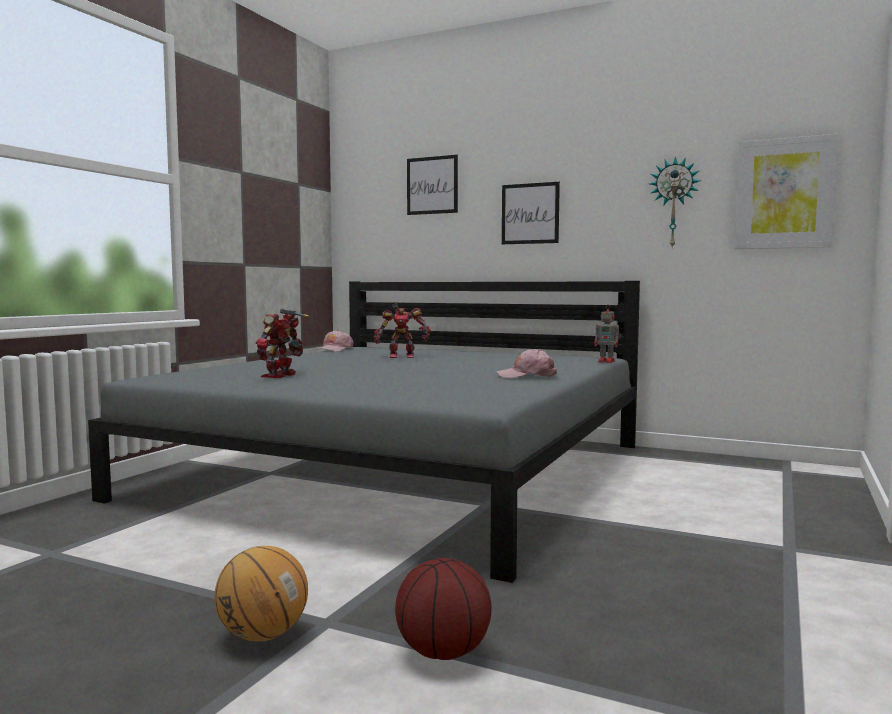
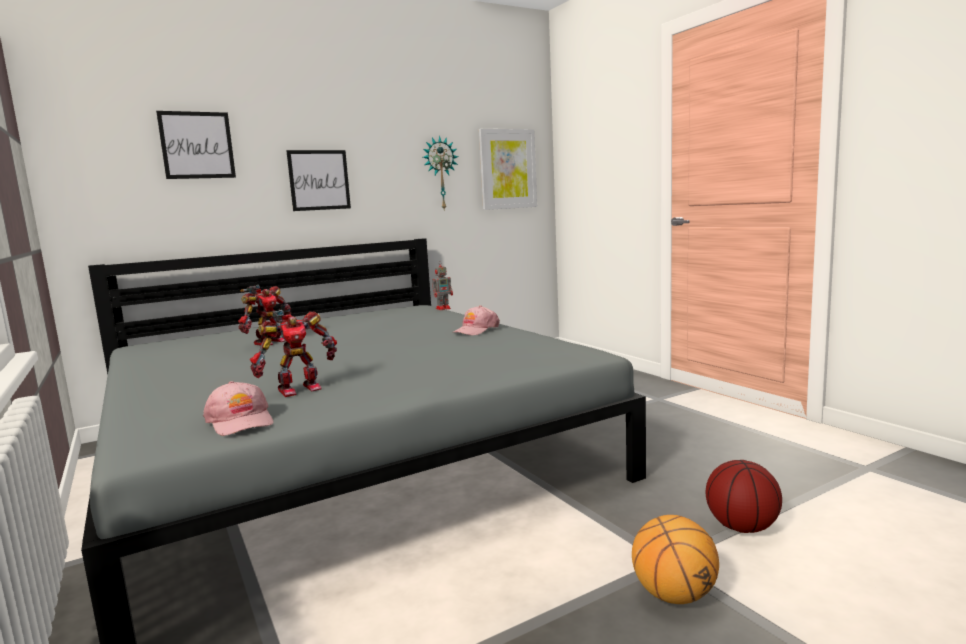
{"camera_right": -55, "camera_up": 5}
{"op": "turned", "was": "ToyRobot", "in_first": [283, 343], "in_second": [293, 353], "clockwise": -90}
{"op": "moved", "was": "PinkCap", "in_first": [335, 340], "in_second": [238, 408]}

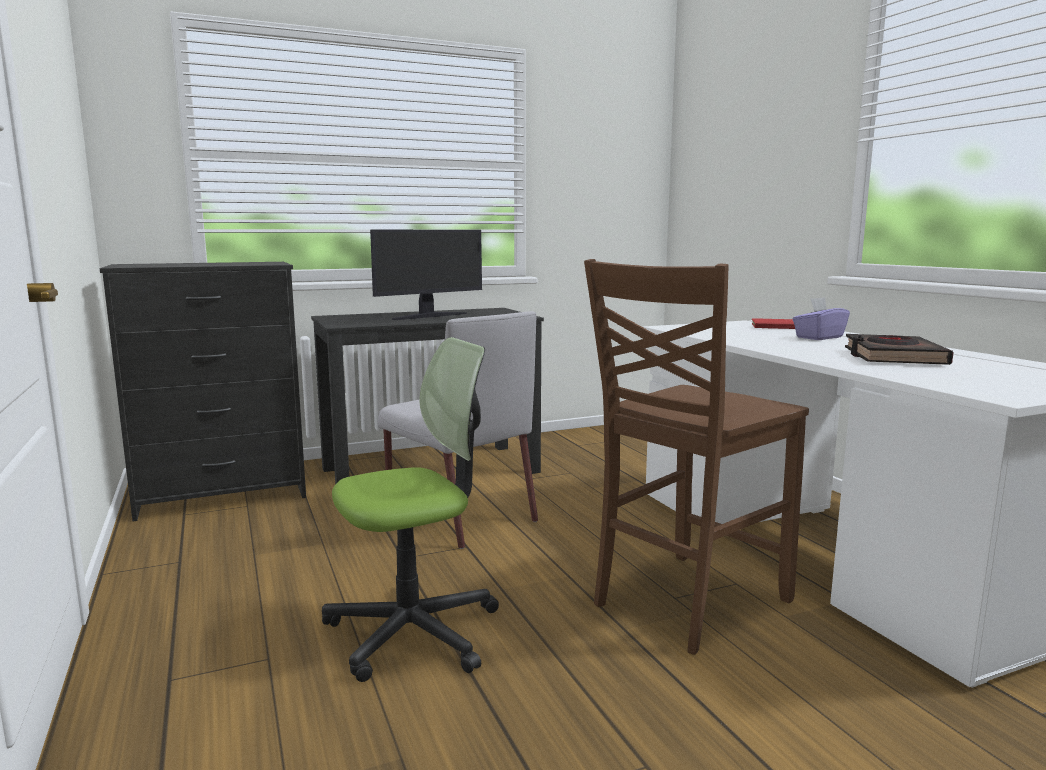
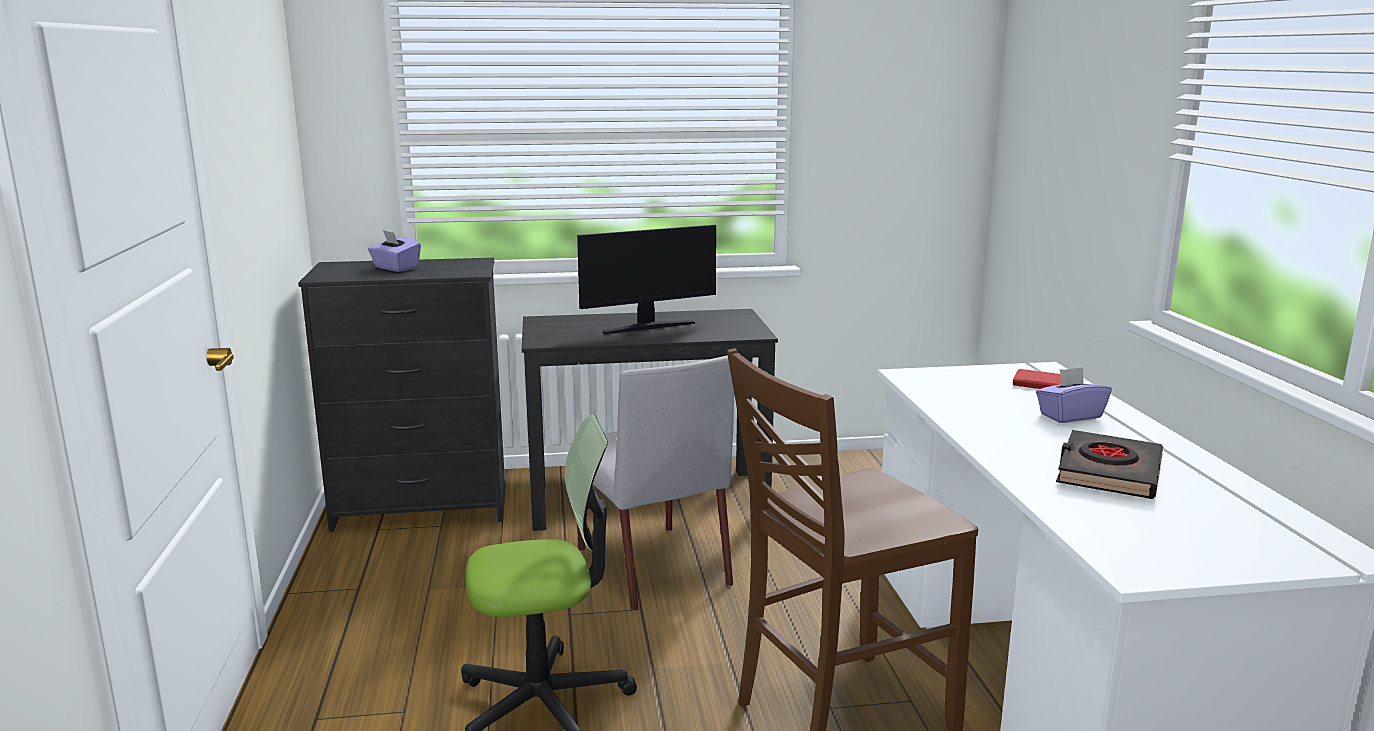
{"camera_right": 15, "camera_up": 5}
{"op": "added", "now": "PurpleTissueBox", "in_second": [394, 251]}

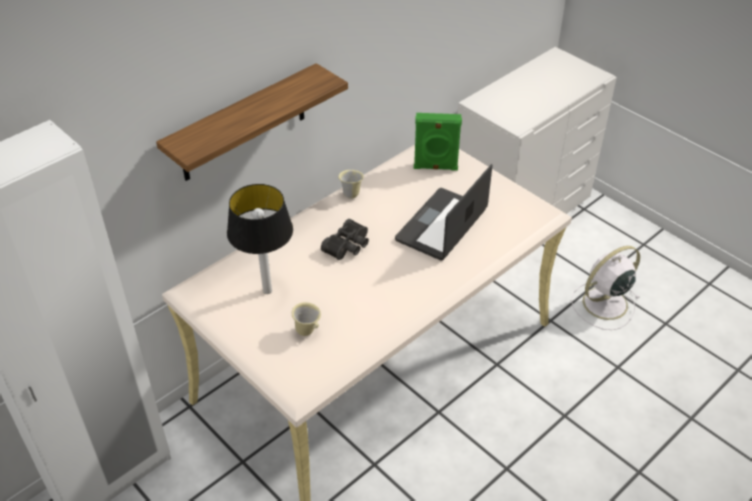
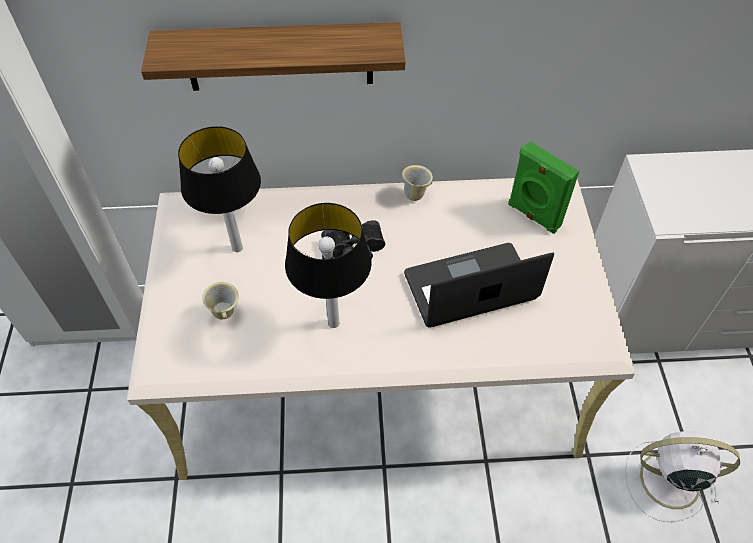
{"camera_right": 40, "camera_up": 10}
{"op": "added", "now": "TableLamp", "in_second": [328, 265]}

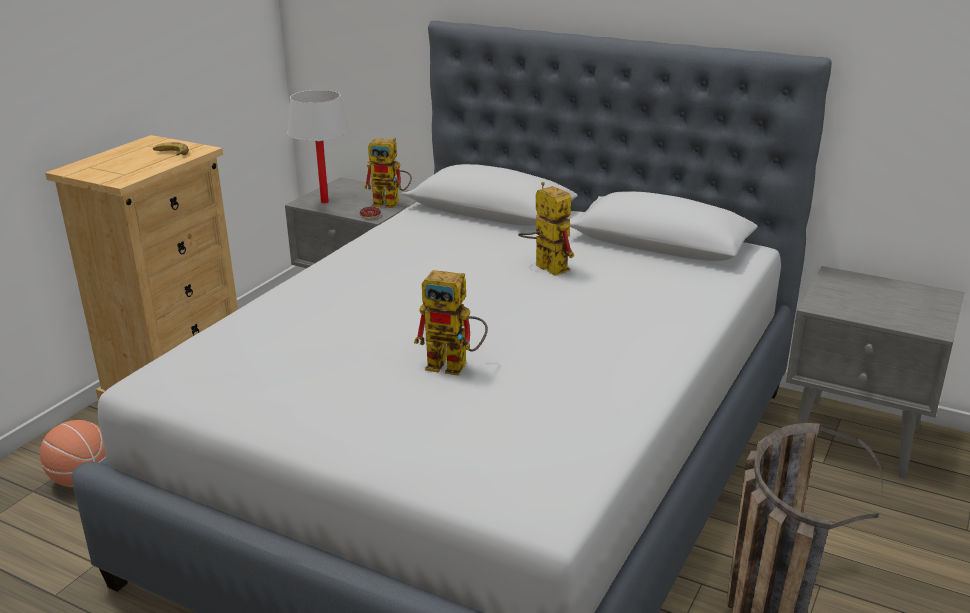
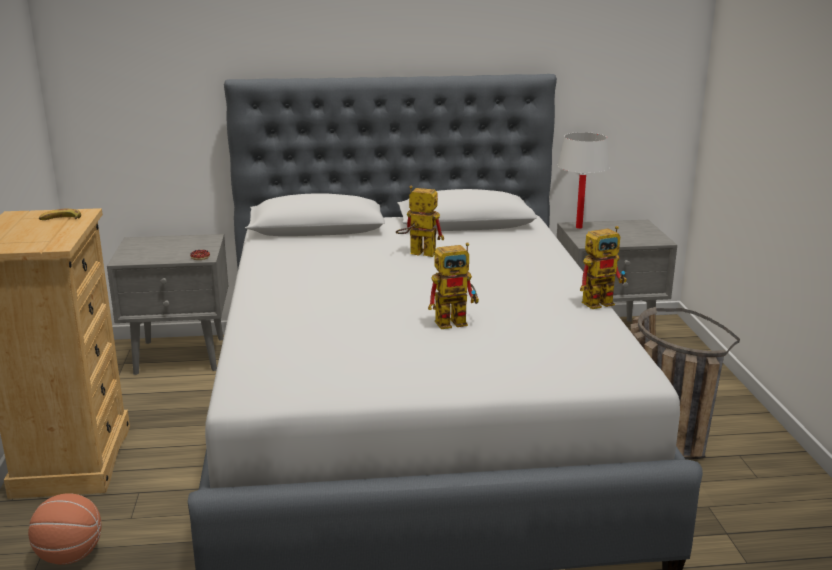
{"camera_right": -35, "camera_up": -5}
{"op": "moved", "was": "WhiteTableLamp", "in_first": [318, 147], "in_second": [583, 180]}
{"op": "moved", "was": "ToyRobot", "in_first": [388, 173], "in_second": [603, 267]}

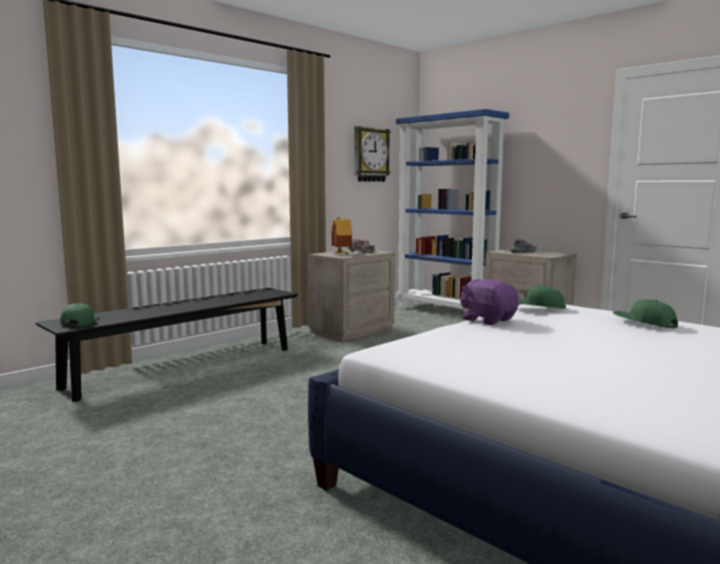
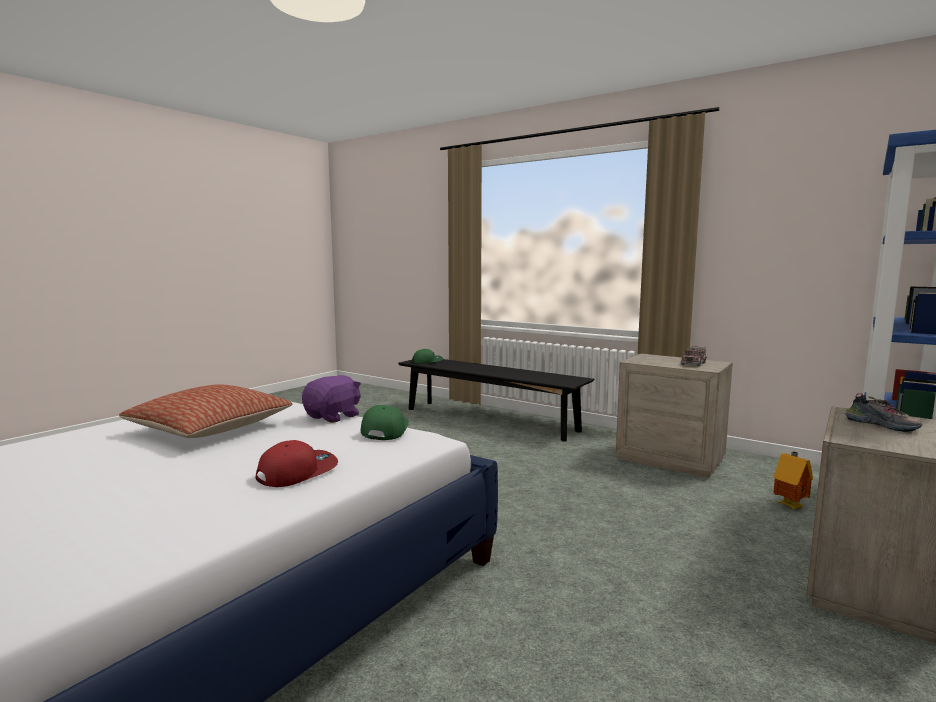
{"camera_right": 80, "camera_up": 0}
{"op": "removed", "was": "WallClock", "in_first": [372, 154]}
{"op": "moved", "was": "ToyHouse", "in_first": [341, 235], "in_second": [793, 480]}
{"op": "recoloured", "was": "GreenCap", "now": "RedCap", "in_first": [645, 313], "in_second": [296, 463]}
{"op": "added", "now": "Pillow", "in_second": [205, 411]}

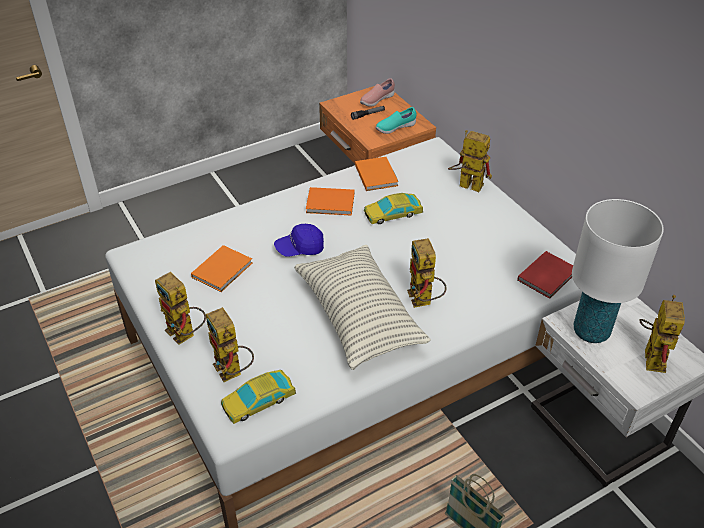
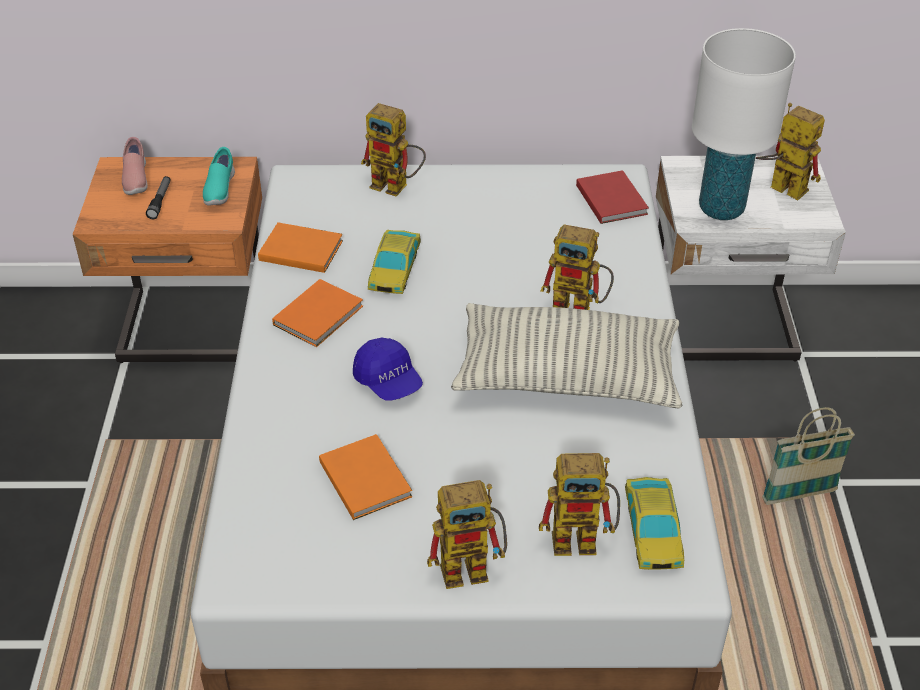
{"camera_right": -60, "camera_up": 0}
{"op": "turned", "was": "ToyRobot", "in_first": [470, 161], "in_second": [393, 150], "clockwise": -120}
{"op": "turned", "was": "BlueCap", "in_first": [299, 240], "in_second": [388, 369], "clockwise": -45}

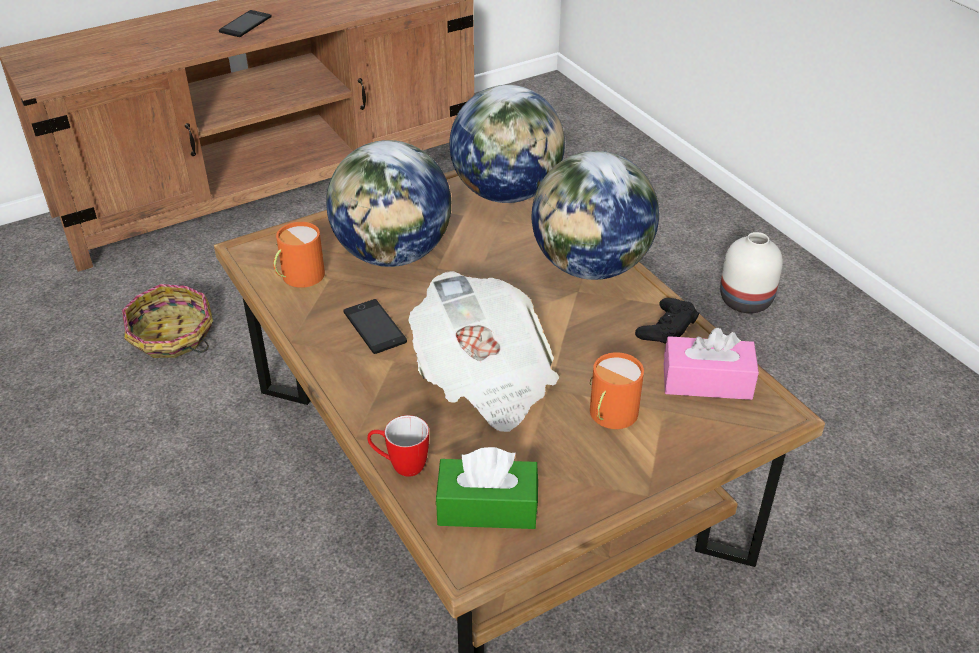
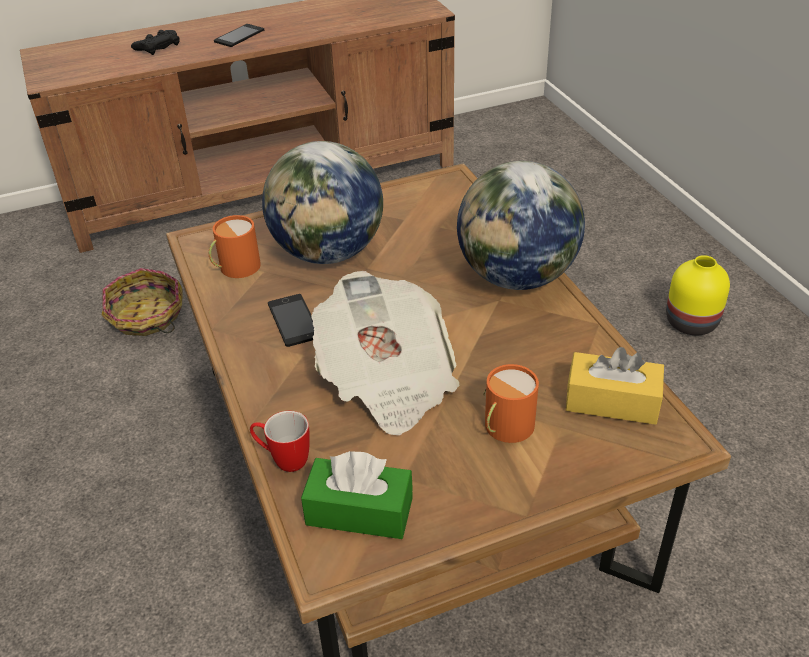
{"camera_right": 10, "camera_up": 0}
{"op": "removed", "was": "Globe", "in_first": [507, 144]}
{"op": "recoloured", "was": "WhiteVase", "now": "YellowVase", "in_first": [751, 272], "in_second": [698, 295]}
{"op": "moved", "was": "BlackGameController", "in_first": [667, 321], "in_second": [155, 42]}
{"op": "recoloured", "was": "PinkTissueBox", "now": "YellowTissueBox", "in_first": [711, 364], "in_second": [615, 386]}

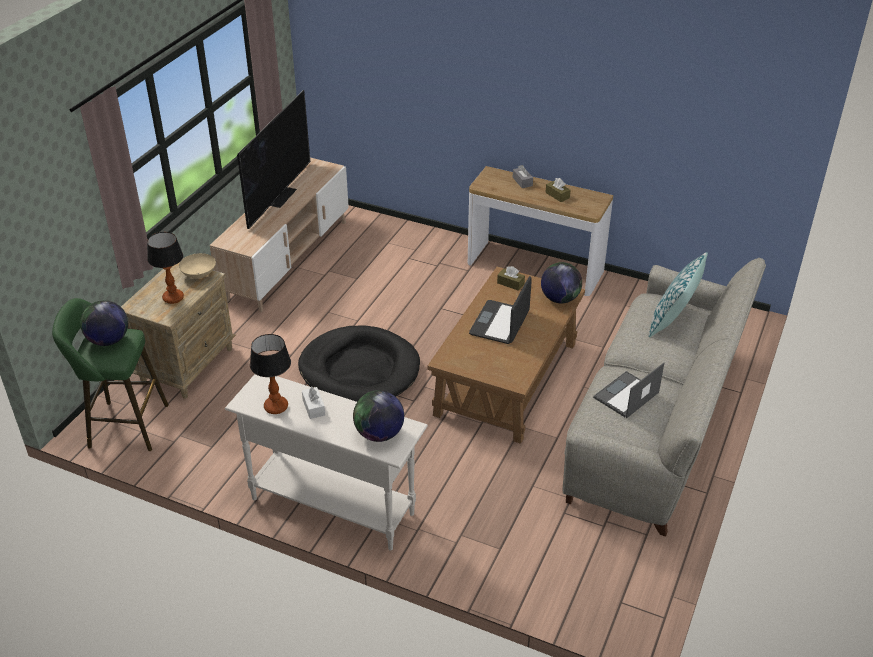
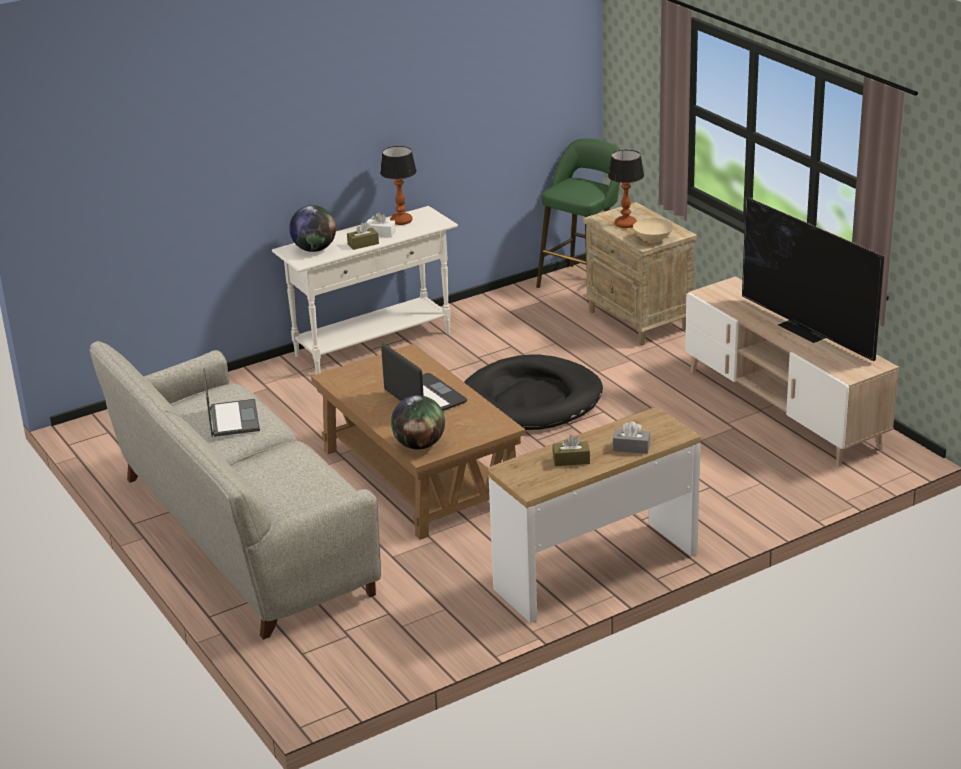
{"camera_right": 125, "camera_up": -10}
{"op": "removed", "was": "Pillow", "in_first": [678, 294]}
{"op": "moved", "was": "BrownTissueBox", "in_first": [511, 278], "in_second": [363, 236]}
{"op": "removed", "was": "Globe", "in_first": [104, 323]}

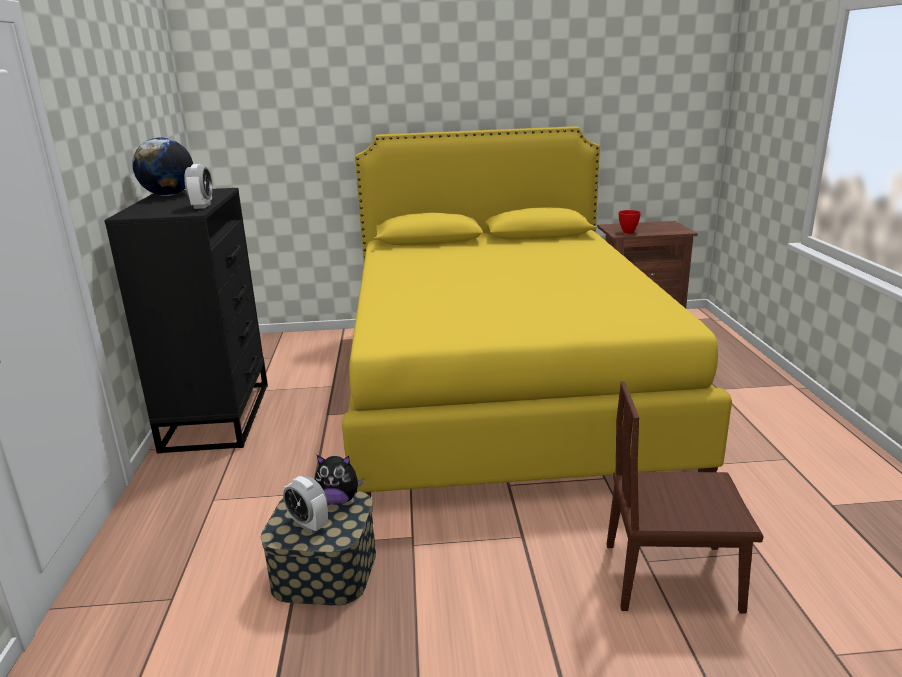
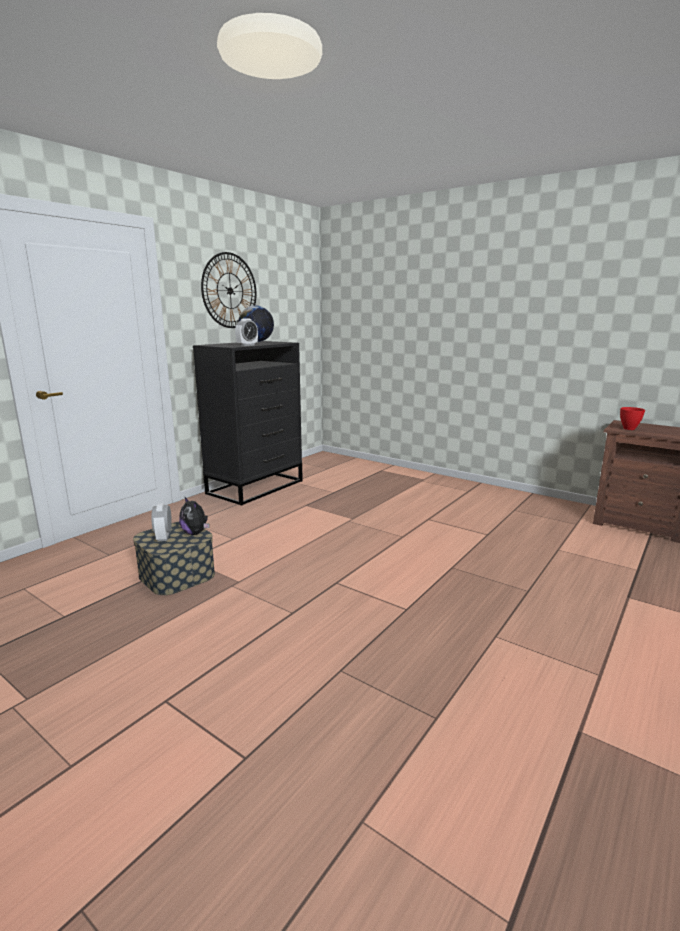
{"camera_right": 40, "camera_up": -5}
{"op": "removed", "was": "YellowBed", "in_first": [537, 311]}
{"op": "removed", "was": "BrownChair", "in_first": [685, 497]}
{"op": "added", "now": "WallClock", "in_second": [229, 290]}

